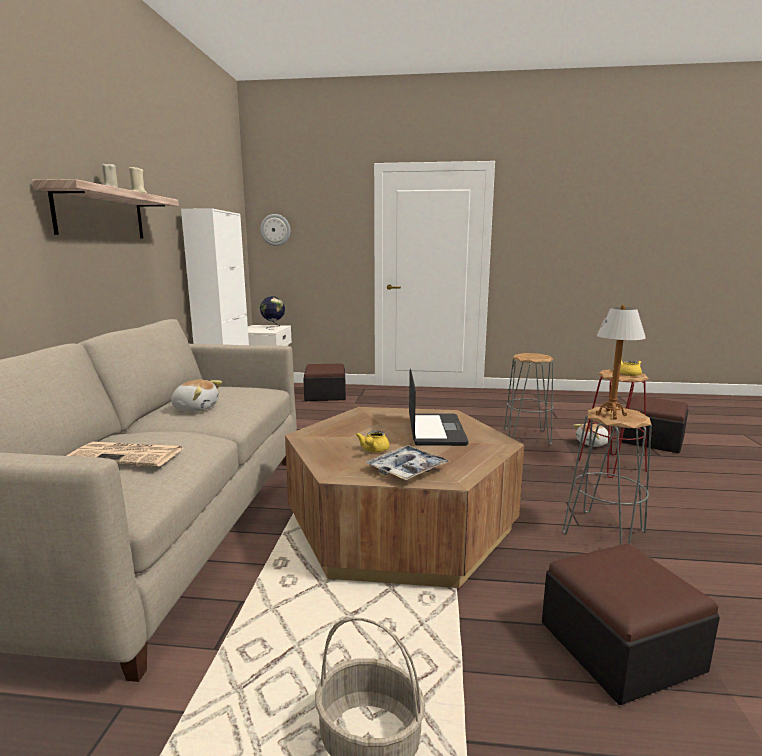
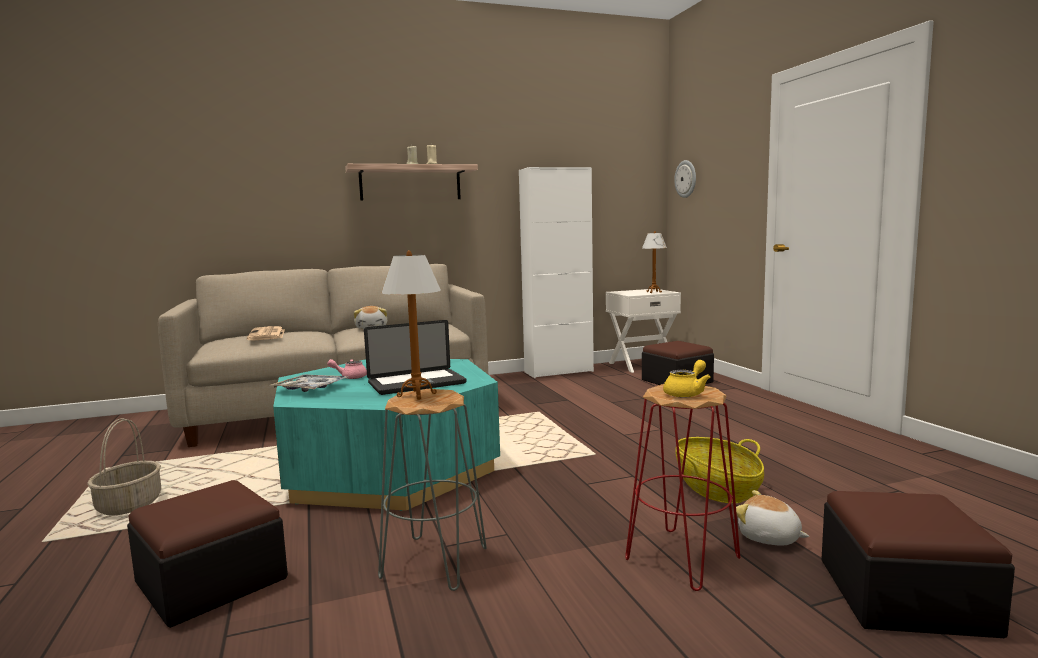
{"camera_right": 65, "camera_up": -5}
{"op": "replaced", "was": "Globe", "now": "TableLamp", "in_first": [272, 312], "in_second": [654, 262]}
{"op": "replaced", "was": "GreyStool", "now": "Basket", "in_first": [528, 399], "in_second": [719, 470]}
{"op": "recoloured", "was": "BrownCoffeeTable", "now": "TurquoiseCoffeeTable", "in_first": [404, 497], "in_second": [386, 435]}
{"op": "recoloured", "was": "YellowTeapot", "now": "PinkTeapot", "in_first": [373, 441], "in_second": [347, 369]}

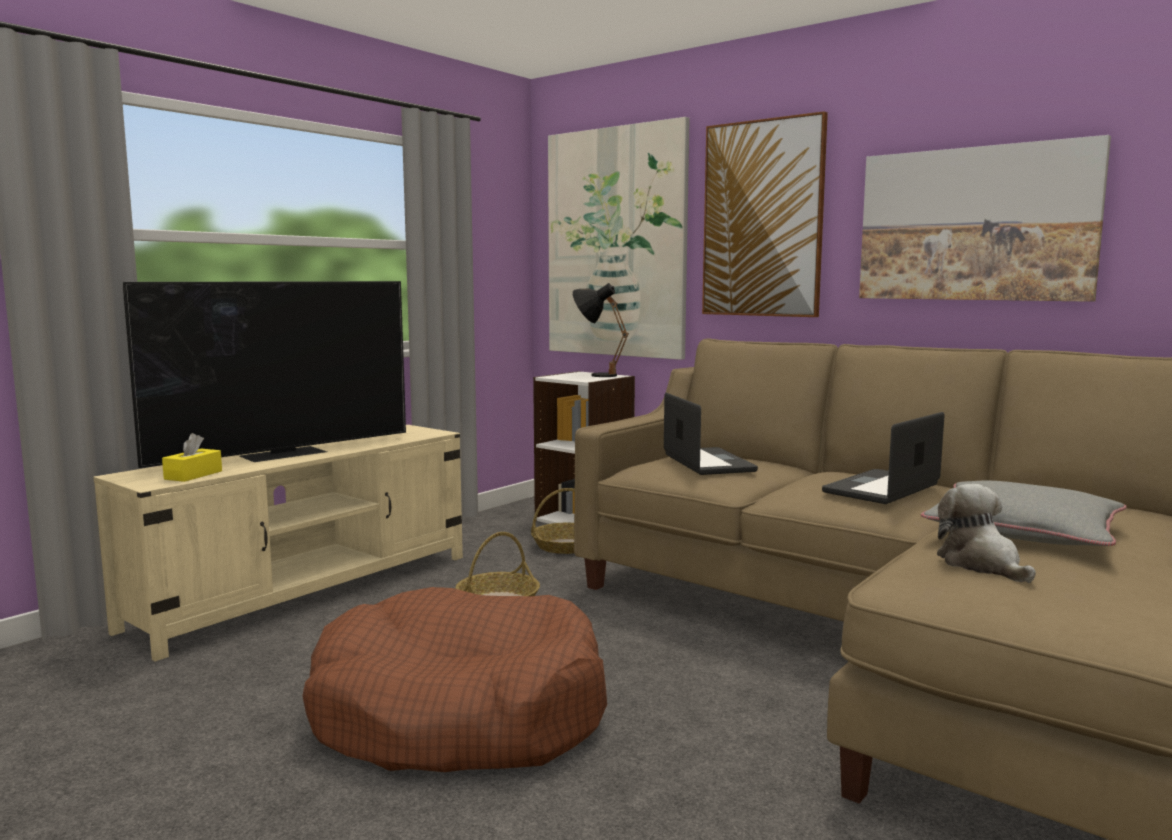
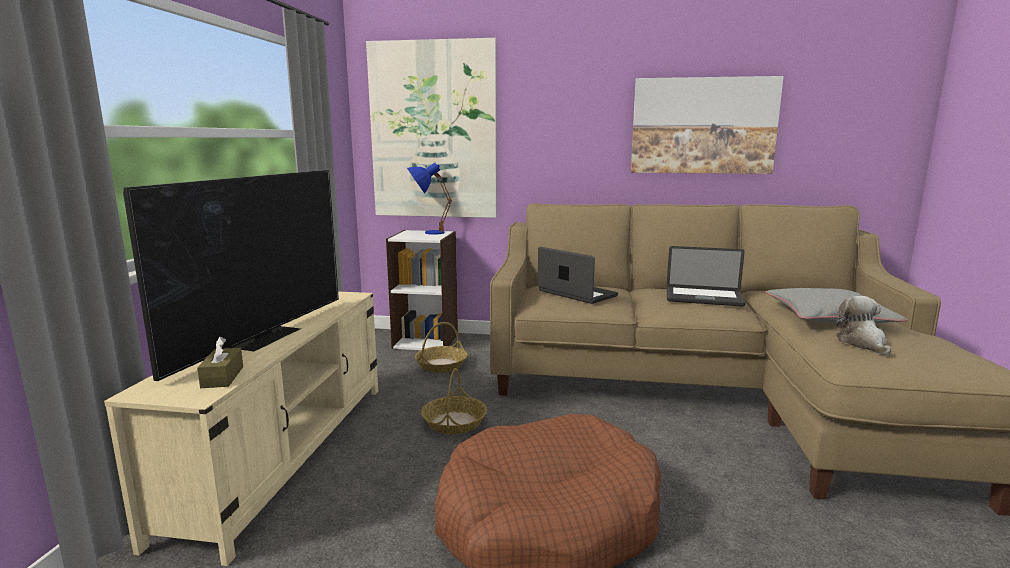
{"camera_right": -30, "camera_up": 5}
{"op": "removed", "was": "Picture", "in_first": [765, 214]}
{"op": "recoloured", "was": "BlackTableLamp", "now": "BlueTableLamp", "in_first": [601, 330], "in_second": [429, 199]}
{"op": "turned", "was": "Laptop", "in_first": [883, 458], "in_second": [706, 276], "clockwise": -90}
{"op": "recoloured", "was": "YellowTissueBox", "now": "BrownTissueBox", "in_first": [192, 457], "in_second": [220, 362]}
{"op": "turned", "was": "PlushToy", "in_first": [986, 533], "in_second": [863, 326], "clockwise": 45}

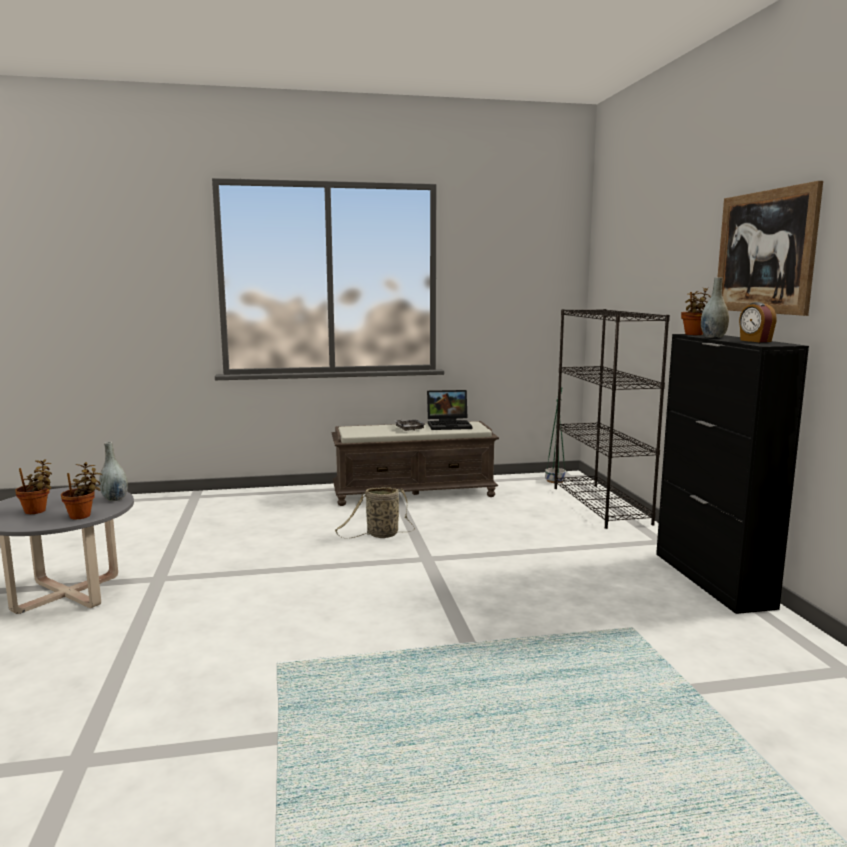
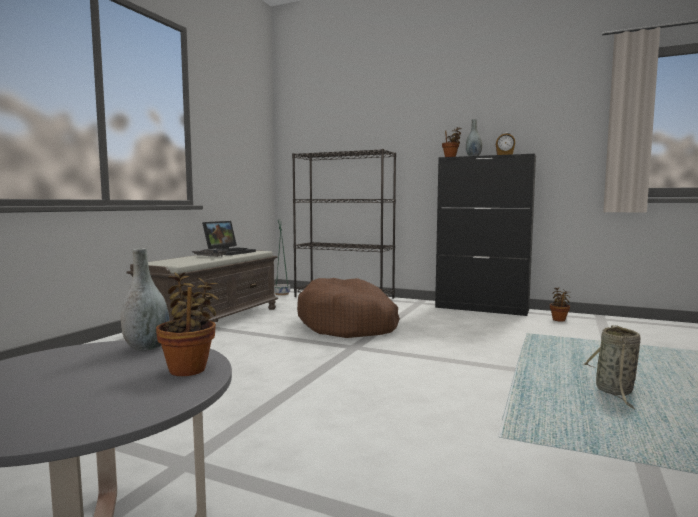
{"camera_right": -55, "camera_up": -5}
{"op": "removed", "was": "Picture", "in_first": [770, 248]}
{"op": "moved", "was": "PottedPlant", "in_first": [33, 486], "in_second": [560, 304]}
{"op": "moved", "was": "Basket", "in_first": [375, 512], "in_second": [612, 367]}
{"op": "added", "now": "BrownDogBed", "in_second": [348, 308]}

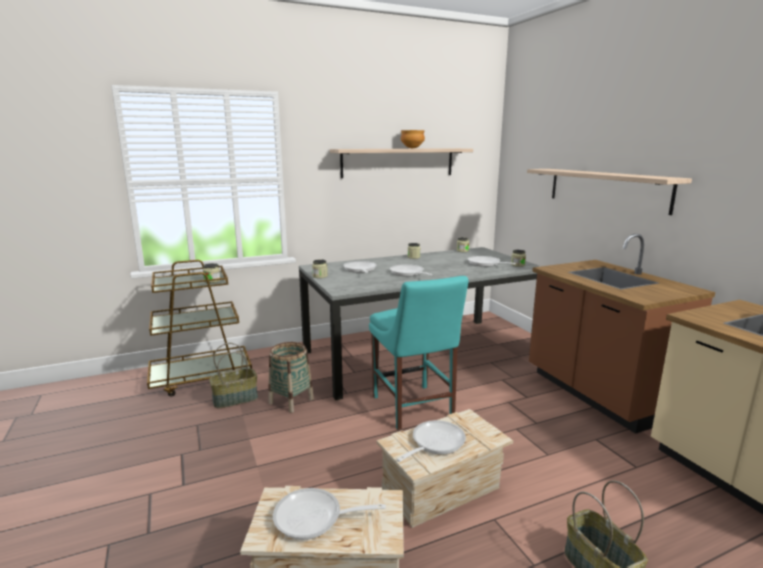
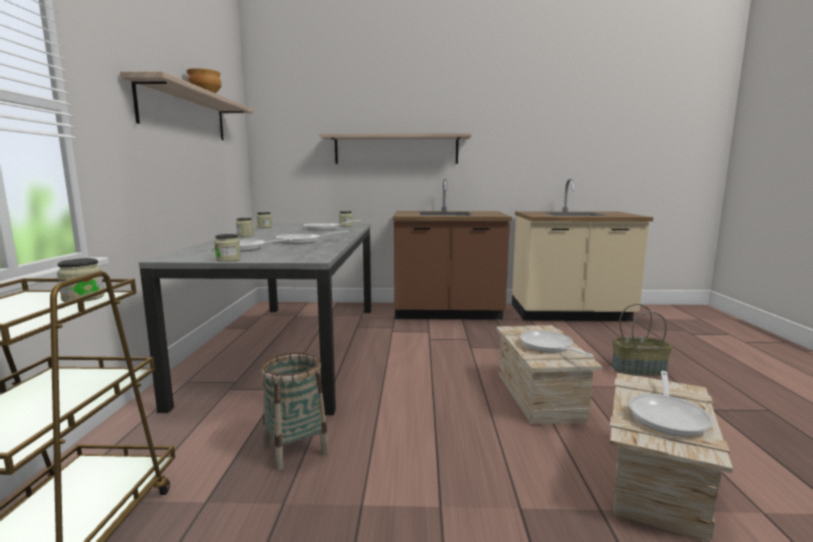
{"camera_right": -65, "camera_up": -5}
{"op": "removed", "was": "TurquoiseChair", "in_first": [418, 353]}
{"op": "removed", "was": "Basket", "in_first": [233, 375]}

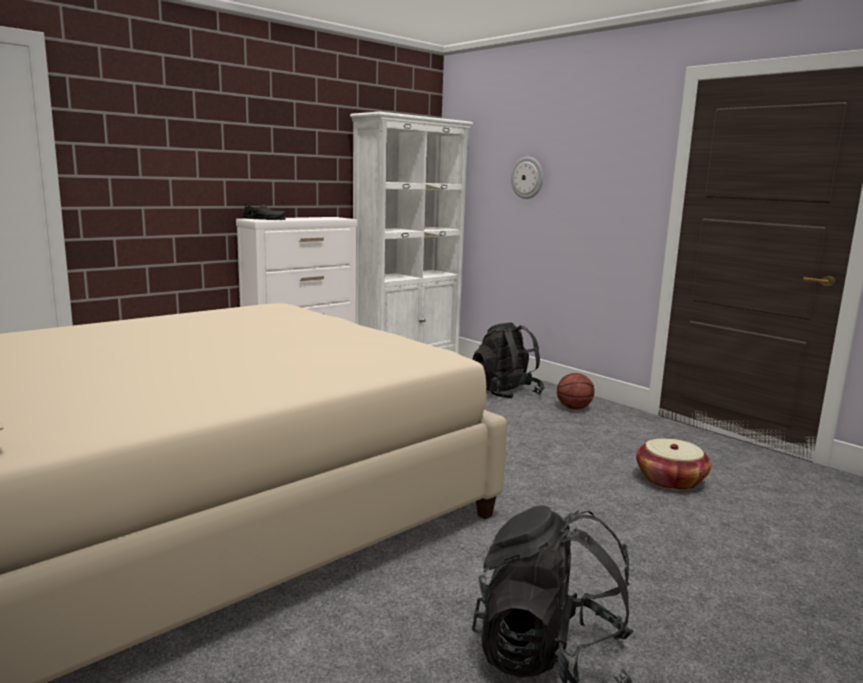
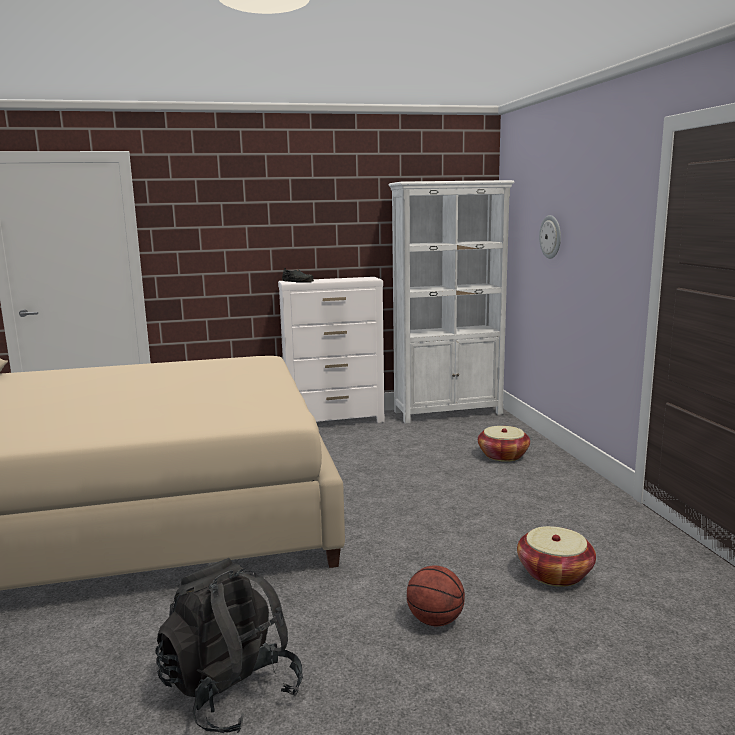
{"camera_right": 30, "camera_up": 0}
{"op": "replaced", "was": "BlackBackpack", "now": "Basket", "in_first": [508, 360], "in_second": [504, 444]}
{"op": "moved", "was": "Basketball", "in_first": [575, 391], "in_second": [436, 596]}

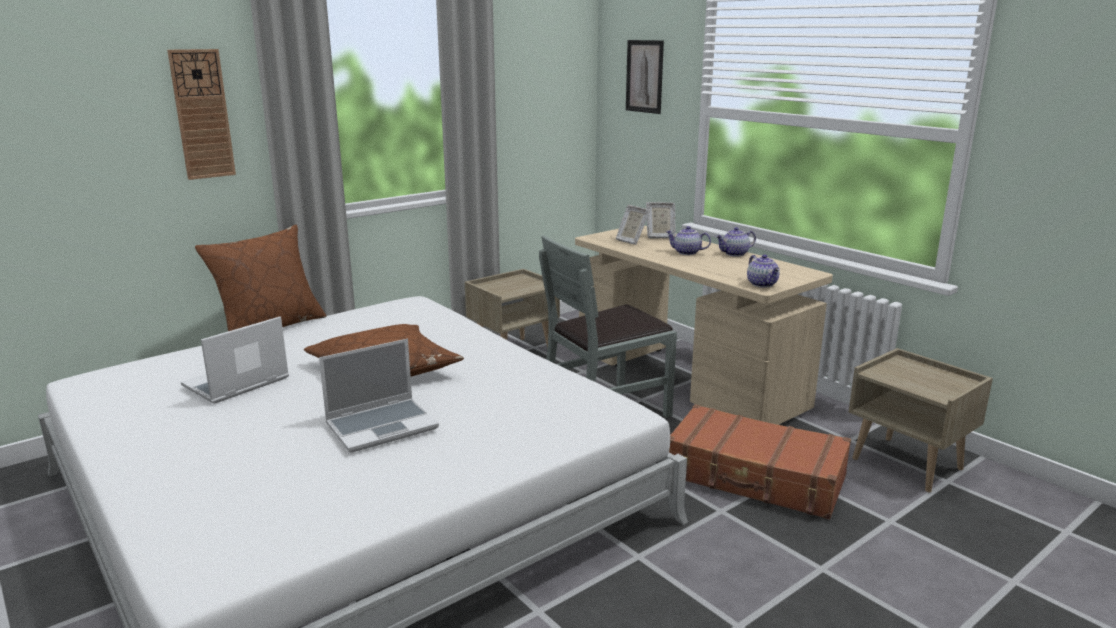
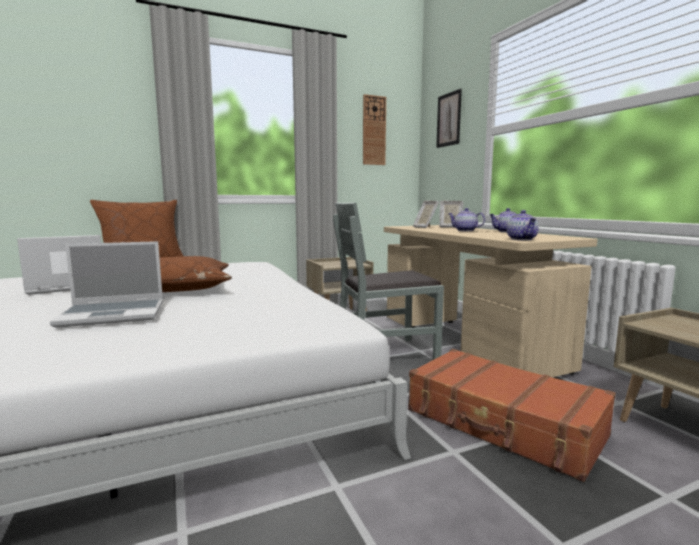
{"camera_right": 15, "camera_up": -10}
{"op": "moved", "was": "WallClock", "in_first": [201, 114], "in_second": [374, 129]}

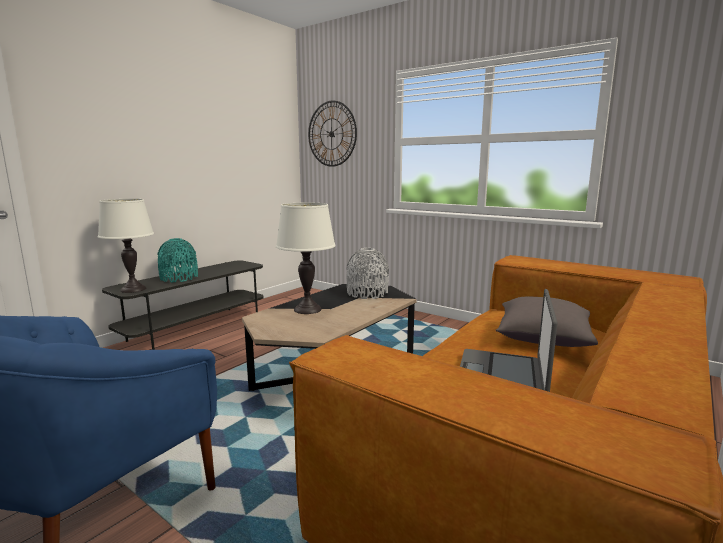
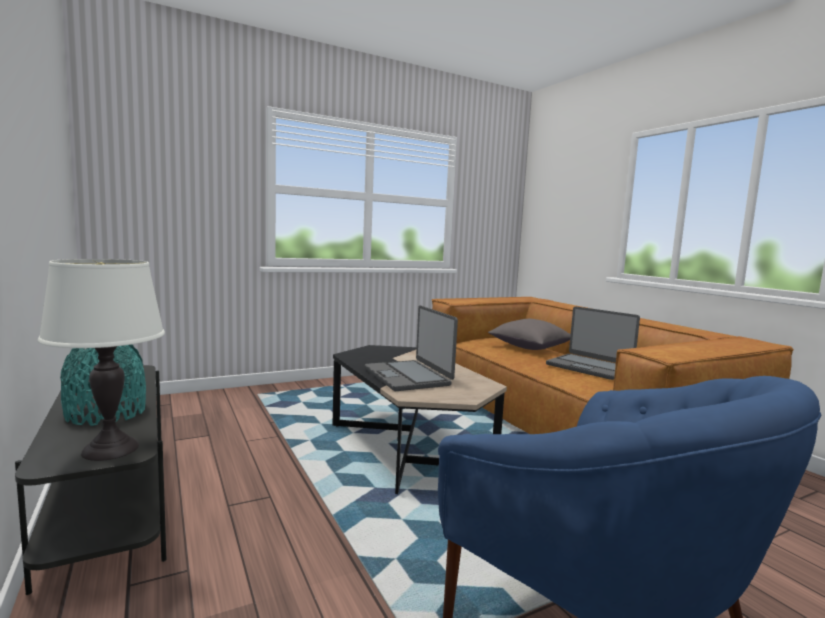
{"camera_right": -65, "camera_up": -5}
{"op": "removed", "was": "WallClock", "in_first": [332, 134]}
{"op": "replaced", "was": "WhiteTableLamp", "now": "Laptop", "in_first": [306, 258], "in_second": [411, 348]}
{"op": "removed", "was": "GreyVase", "in_first": [367, 273]}

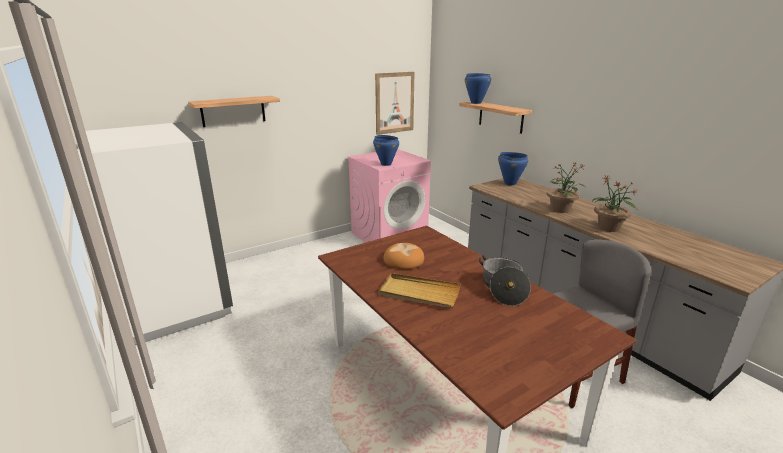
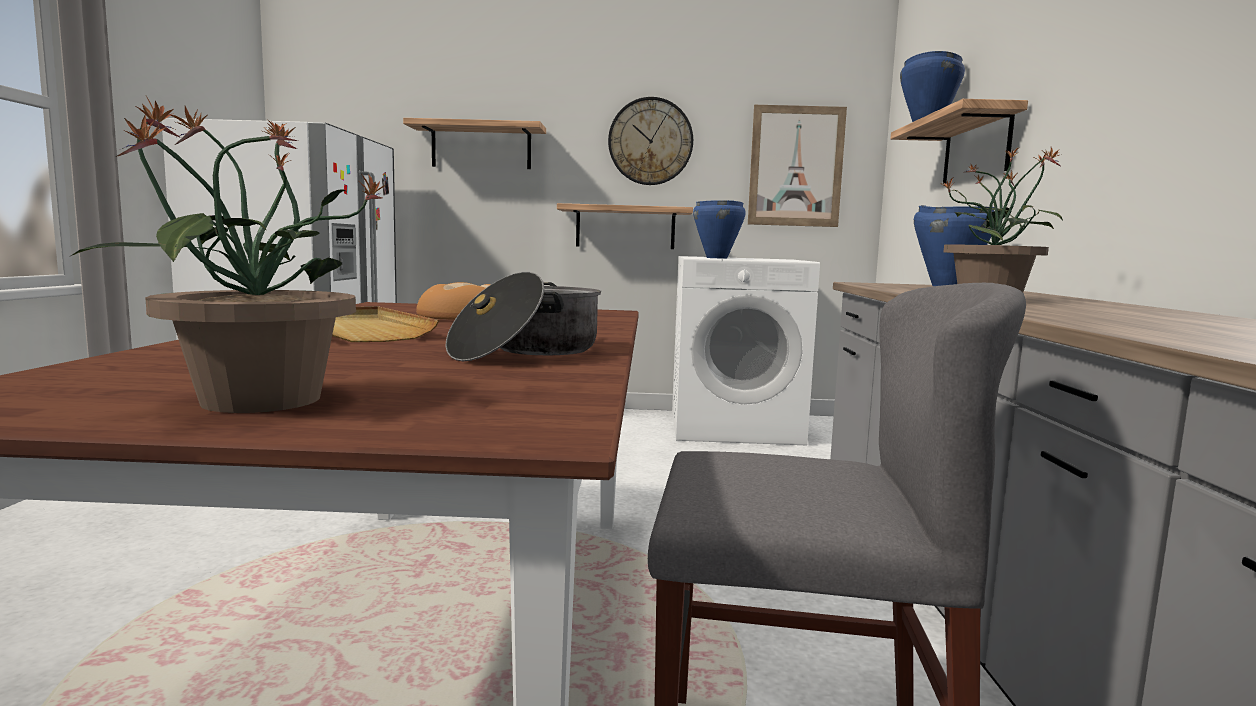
{"camera_right": 35, "camera_up": -15}
{"op": "recoloured", "was": "PinkWashingMachine", "now": "WhiteWashingMachine", "in_first": [389, 196], "in_second": [746, 350]}
{"op": "moved", "was": "PottedPlant", "in_first": [614, 204], "in_second": [229, 254]}
{"op": "added", "now": "WallClock", "in_second": [650, 141]}
{"op": "added", "now": "Shelf", "in_second": [625, 226]}

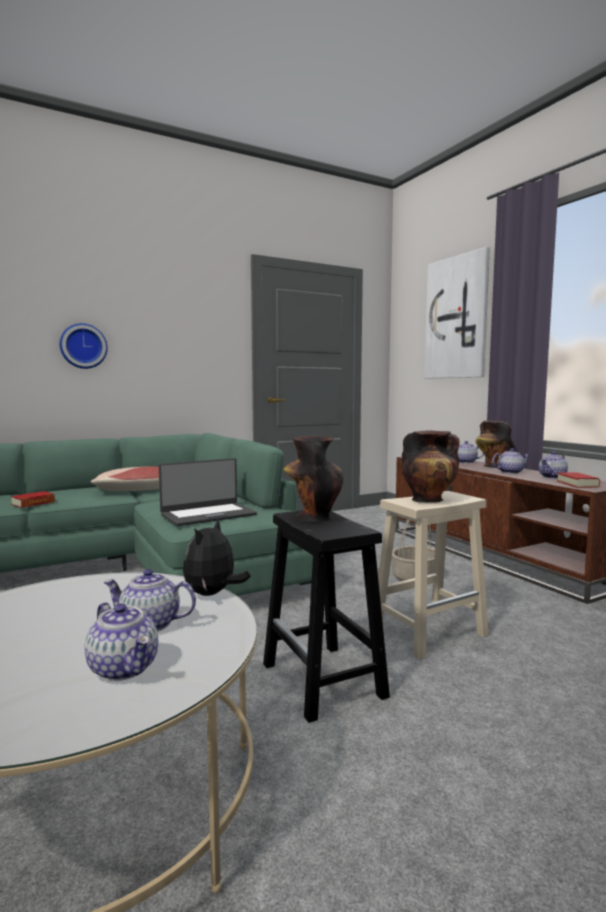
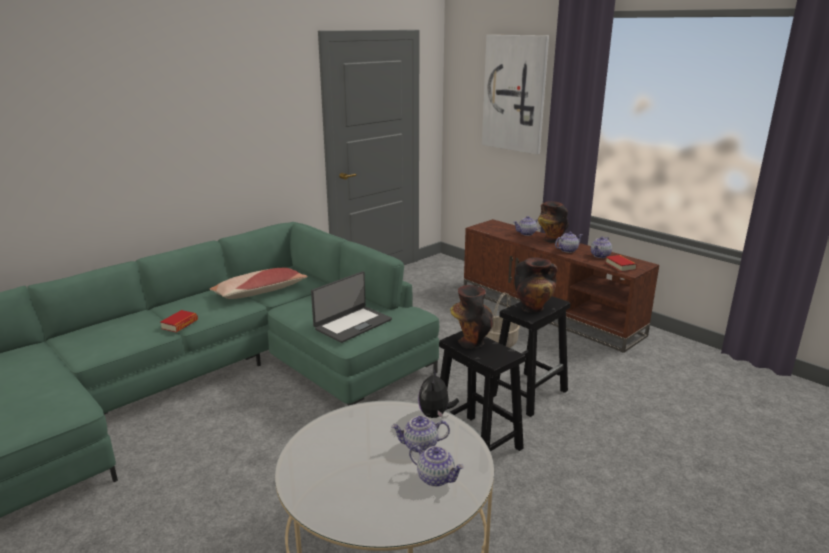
{"camera_right": -15, "camera_up": 15}
{"op": "removed", "was": "WallClock", "in_first": [84, 346]}
{"op": "recoloured", "was": "BeigeStool", "now": "BlackStool", "in_first": [433, 575], "in_second": [531, 356]}

